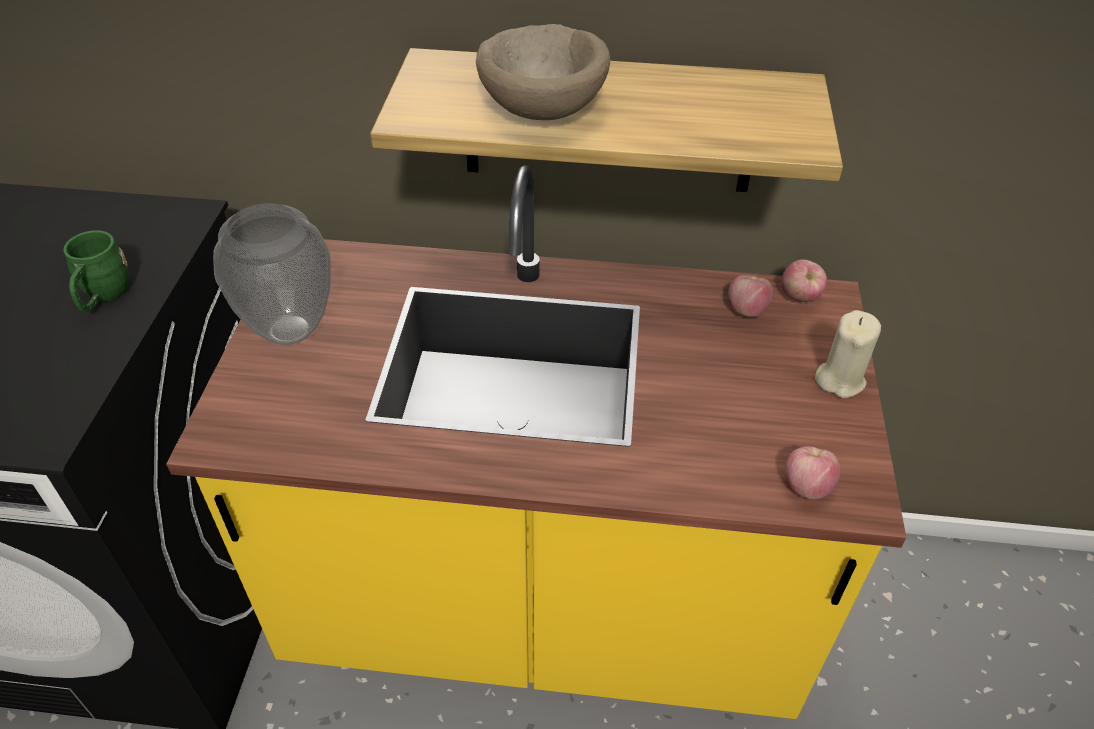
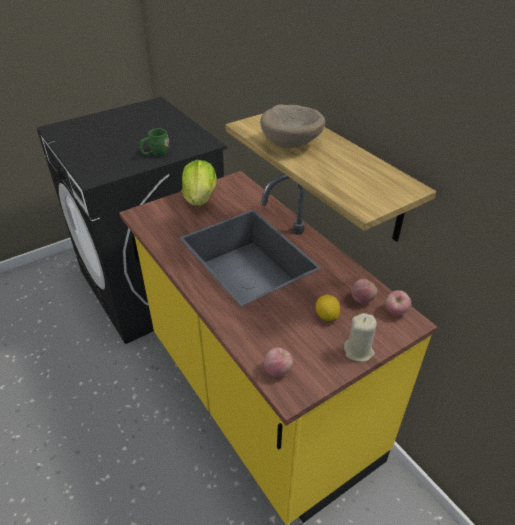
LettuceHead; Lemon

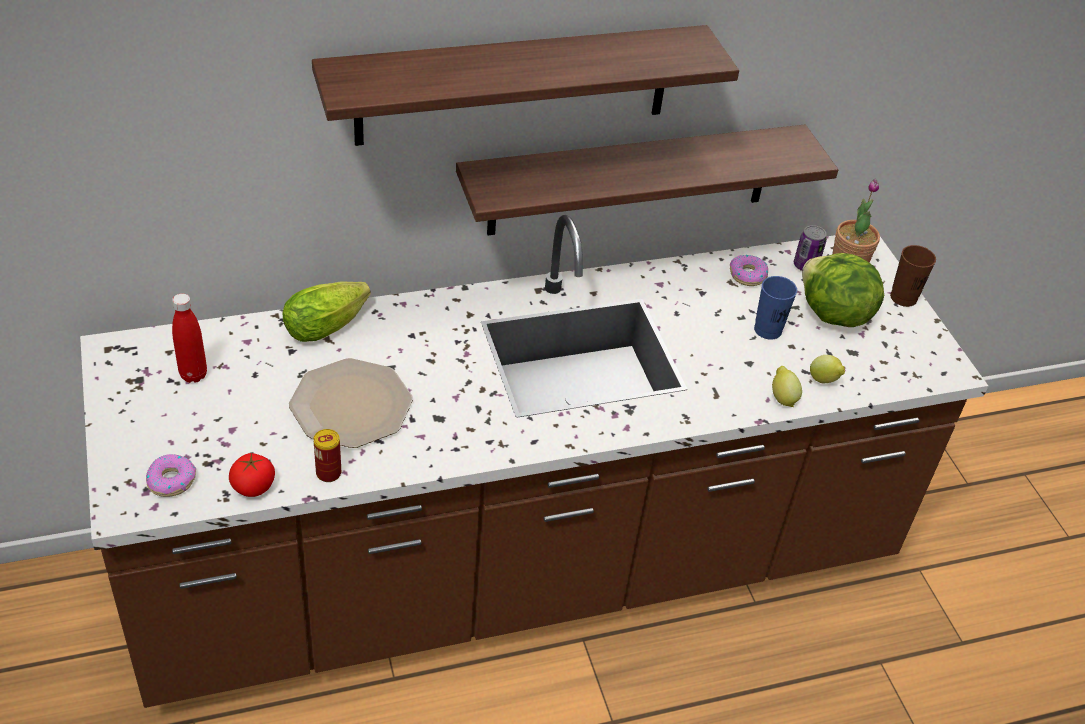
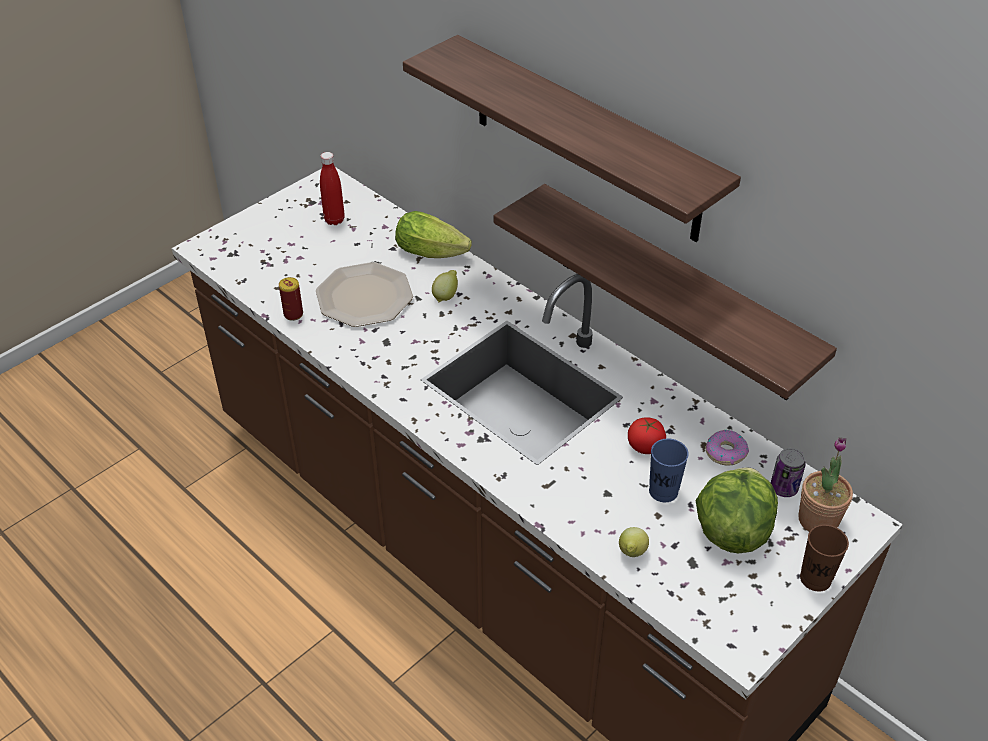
Lemon (1st from left); FreshTomato; Donut (1st from left in the first image)

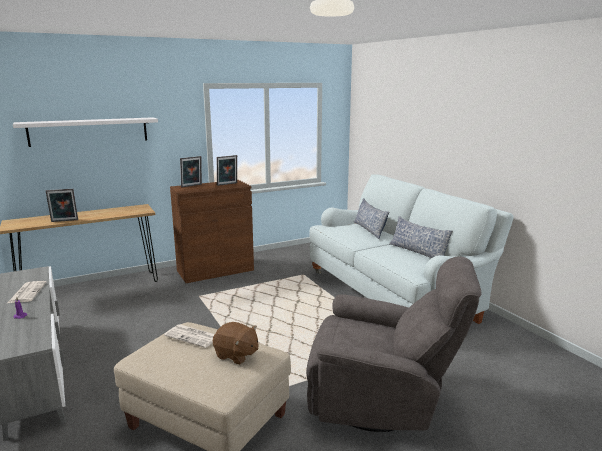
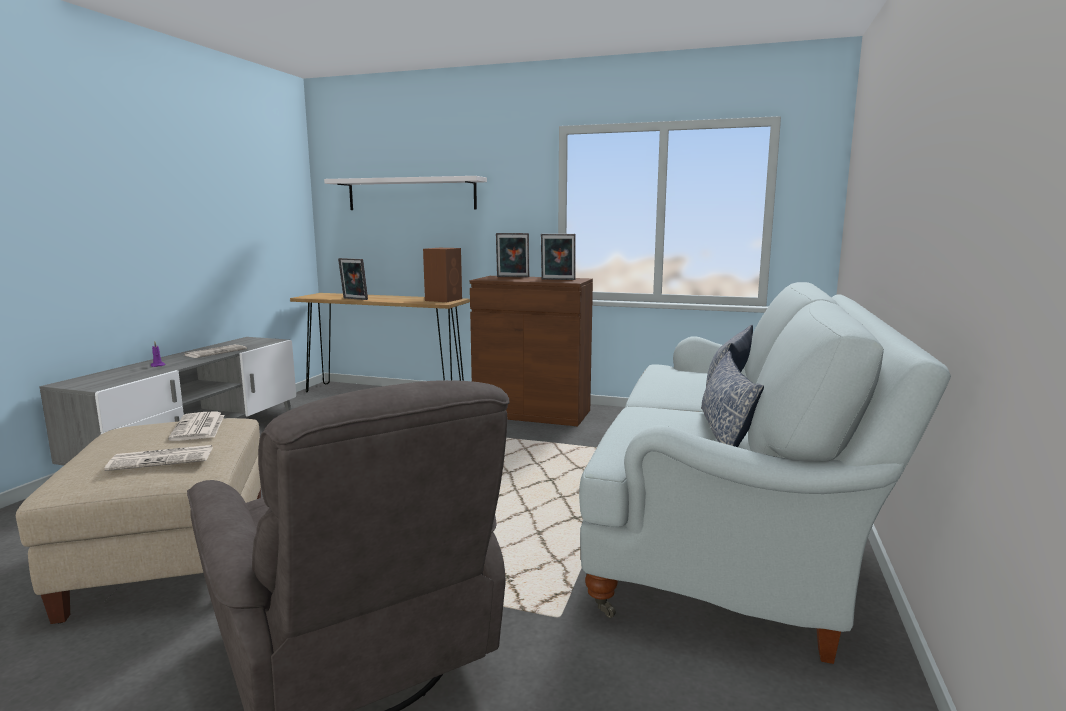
DailyPaper (1st from left); BrownishSpeaker

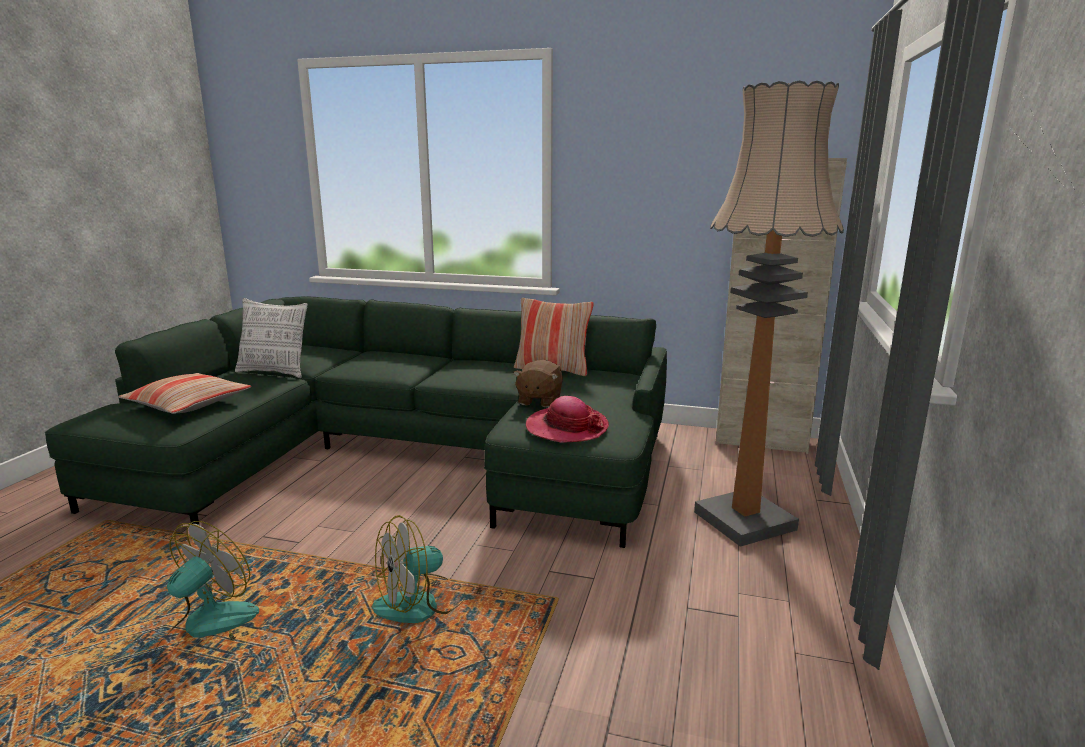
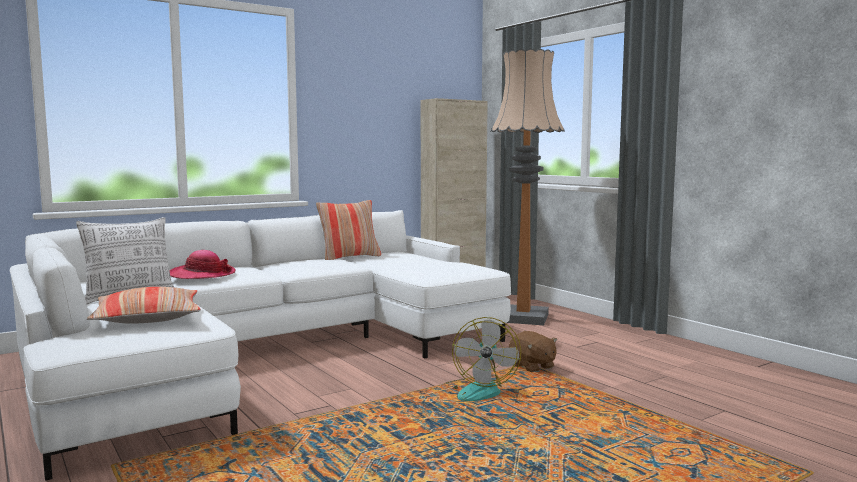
WhitishSettee; Hat; BrownishCuddlyToy; CoolingFan (1st from left in the first image)

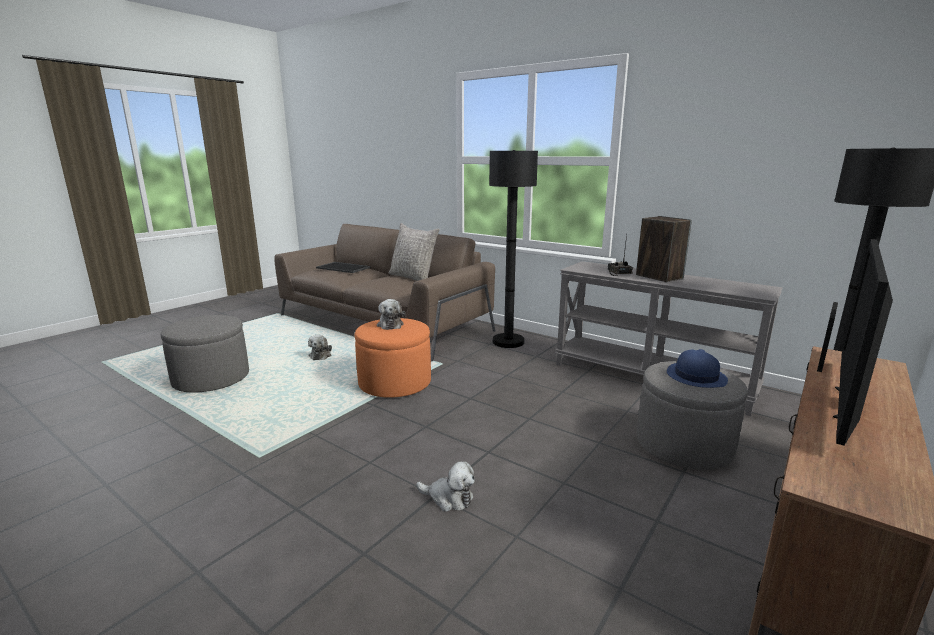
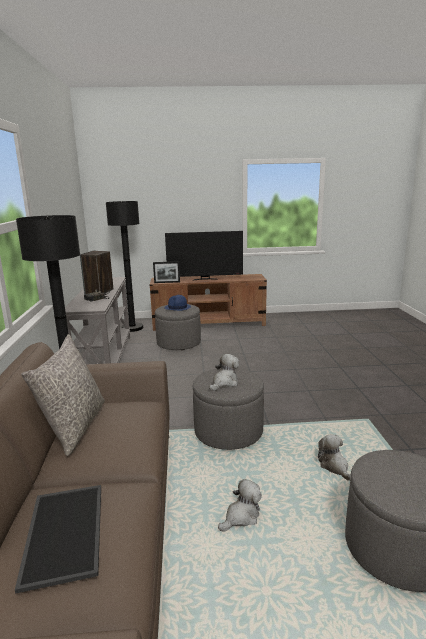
GreyishOttoman (2nd from left); CuddlyToy (3rd from left)

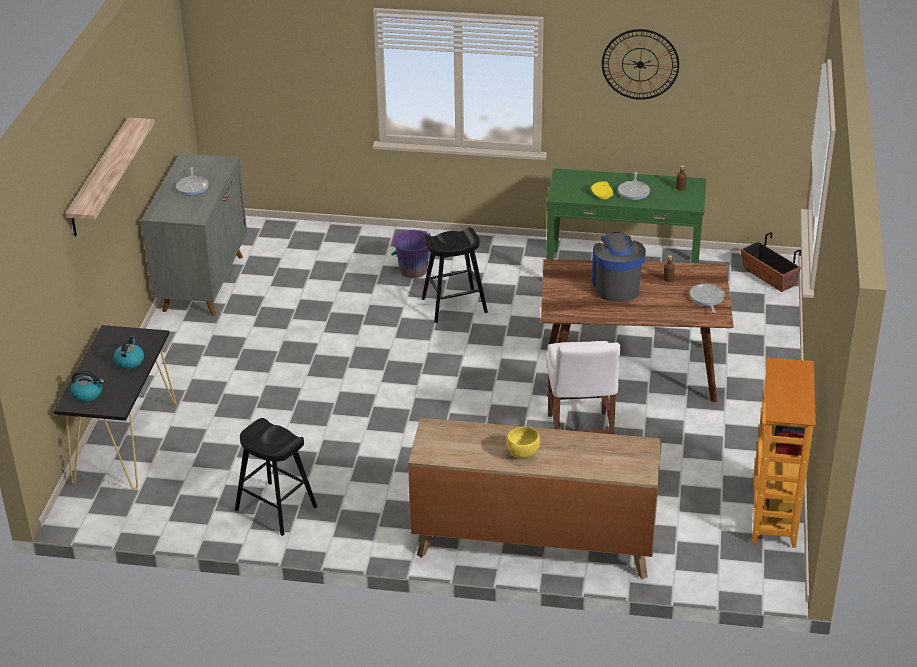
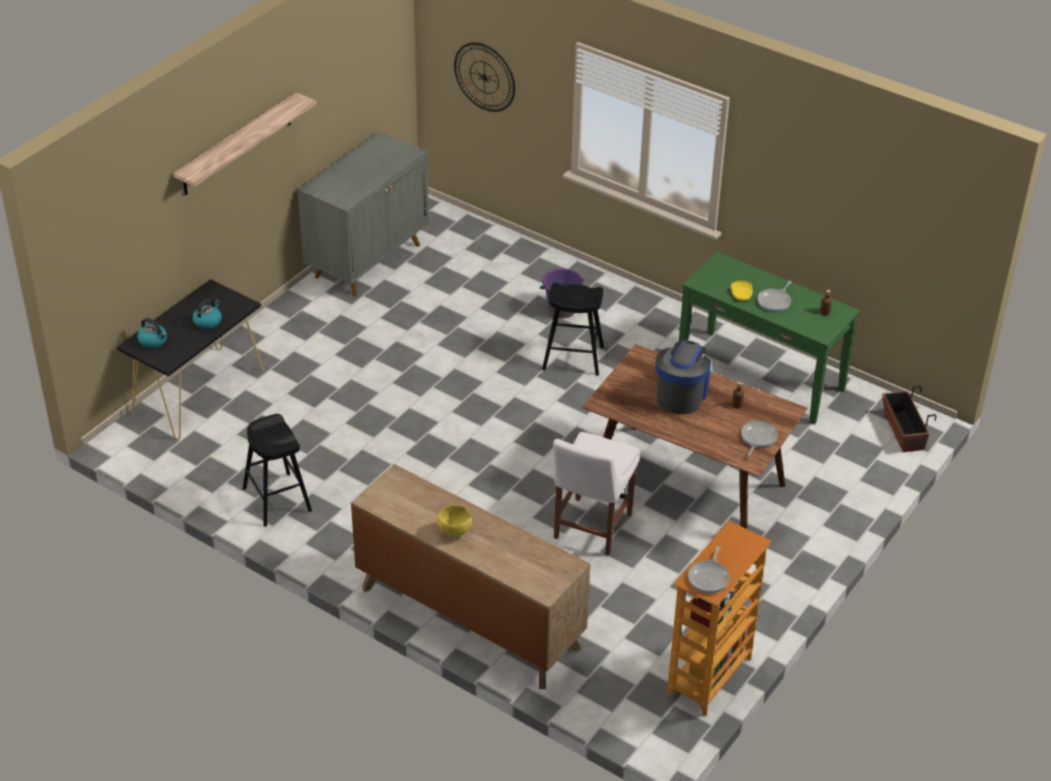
WallClock; Pan (1st from left)

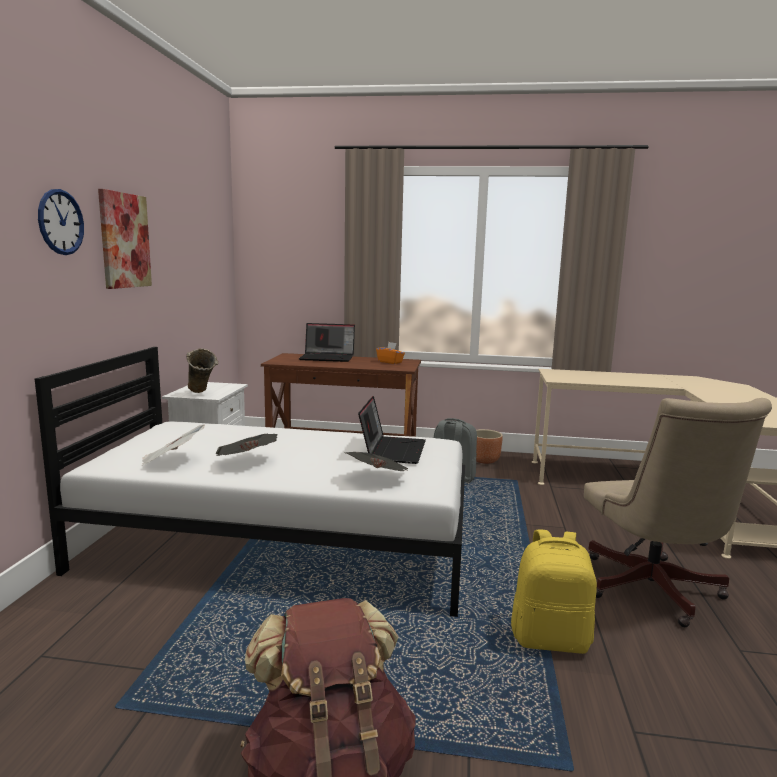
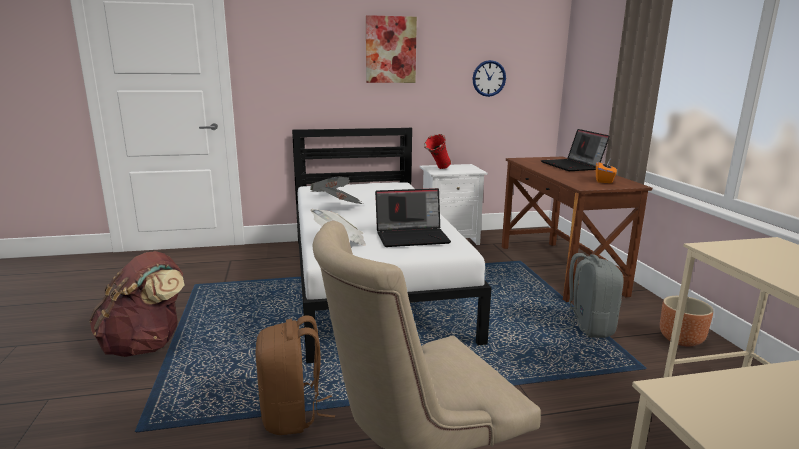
BrownishRucksack (2nd from left); RedDecorativeVase; WallClock

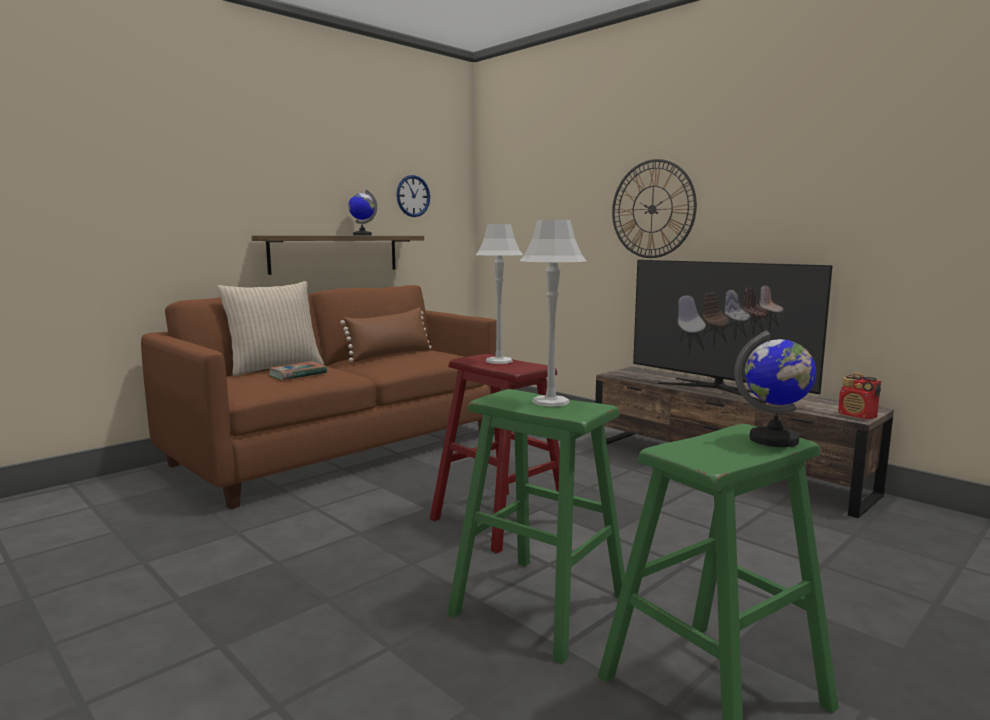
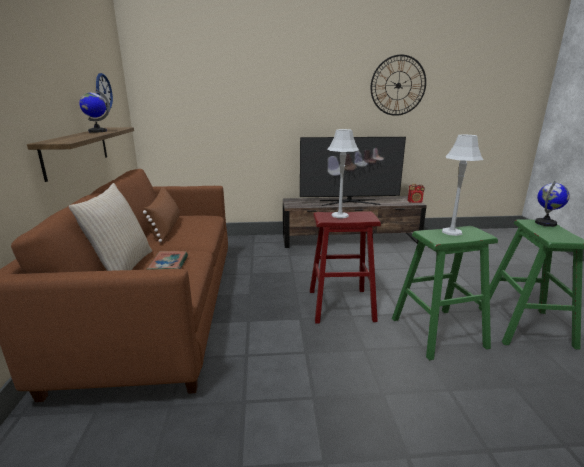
WallClock (2nd from left)

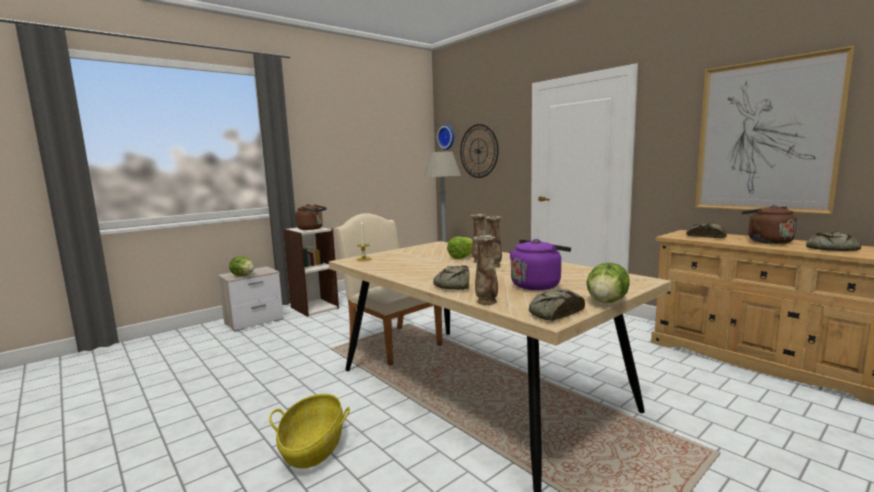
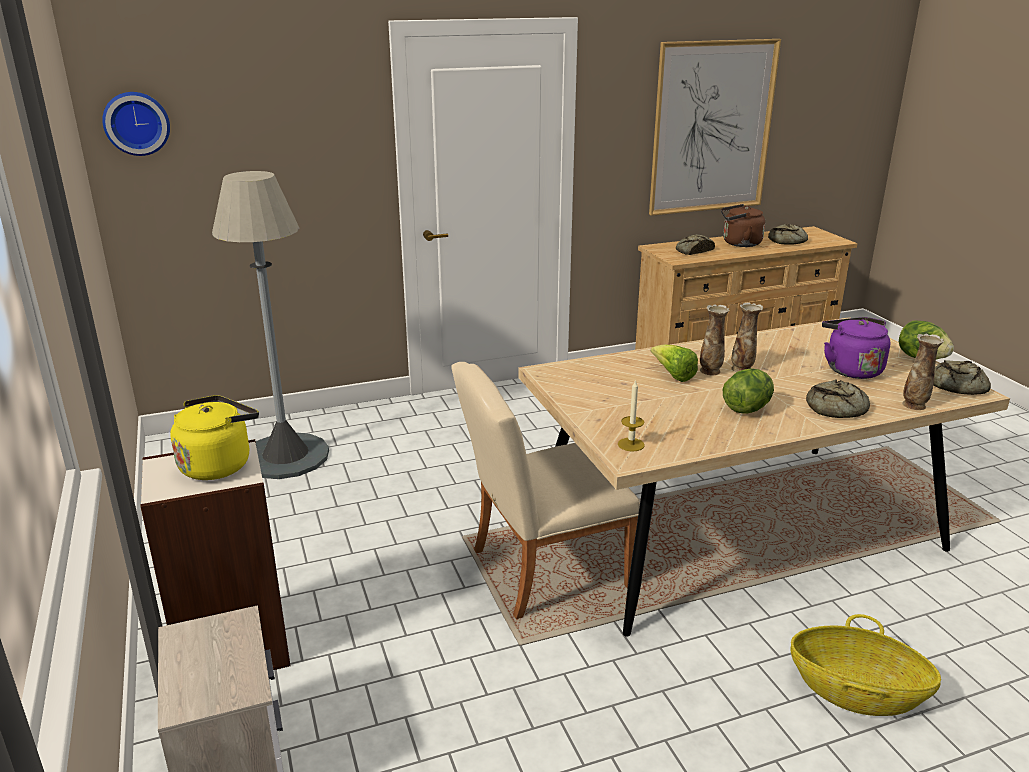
YellowColouredTeaKettle; LettuceHead (2nd from left); WallClock (2nd from left in the first image)

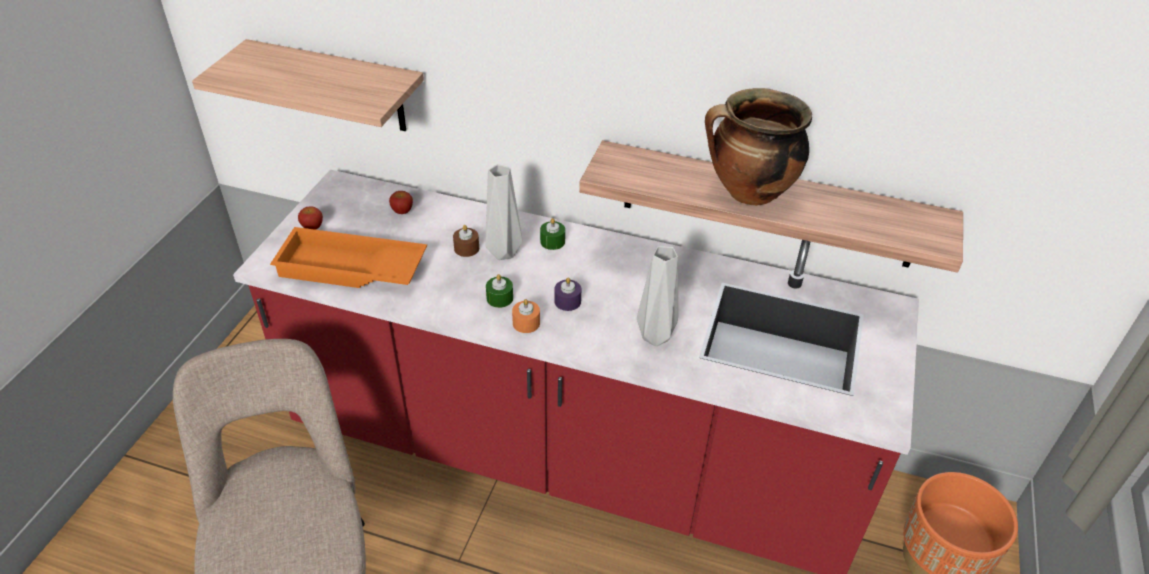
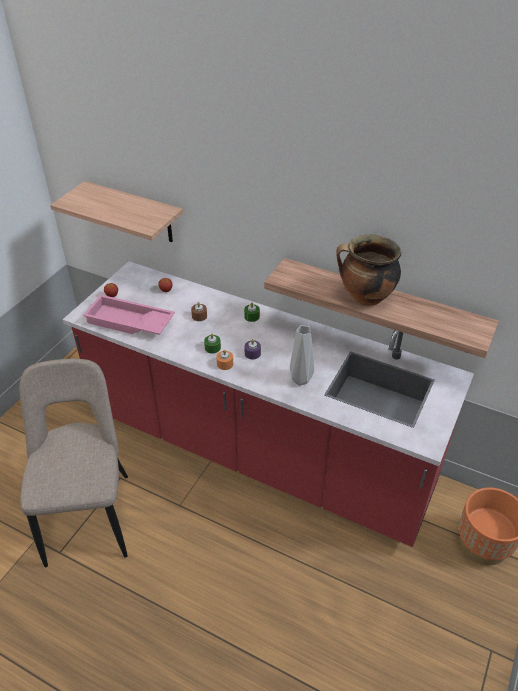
PinkColouredCarryingTray; GreyishDecorativeVase (1st from left in the first image)

